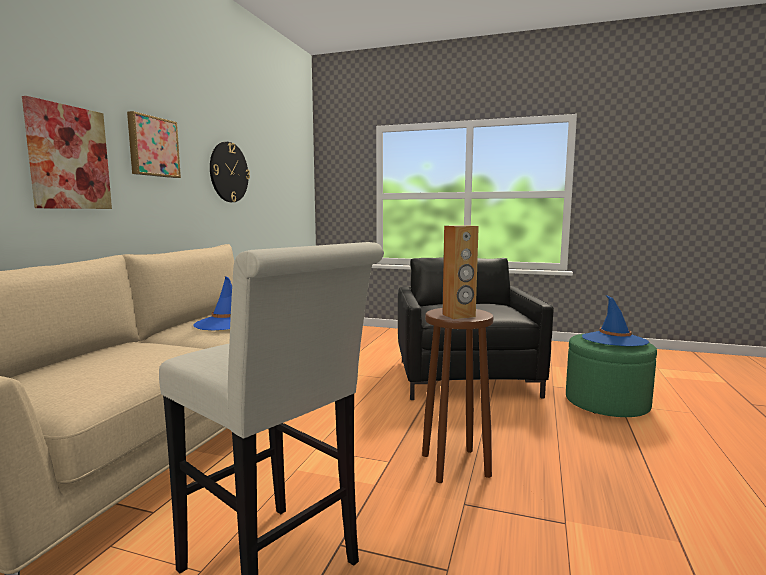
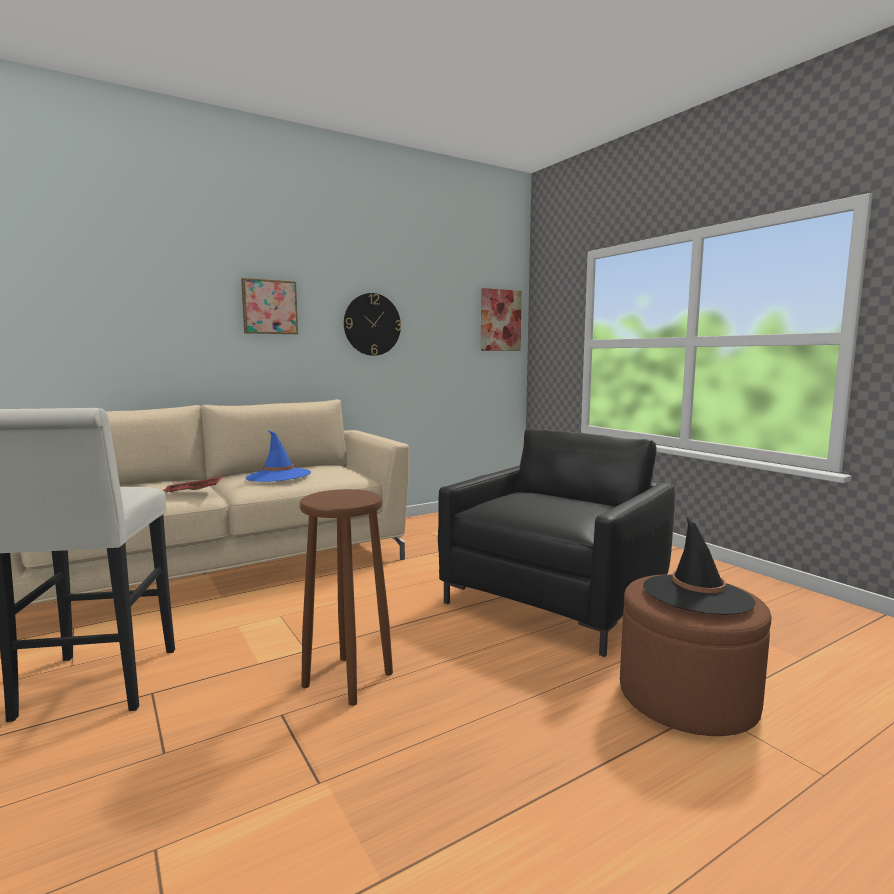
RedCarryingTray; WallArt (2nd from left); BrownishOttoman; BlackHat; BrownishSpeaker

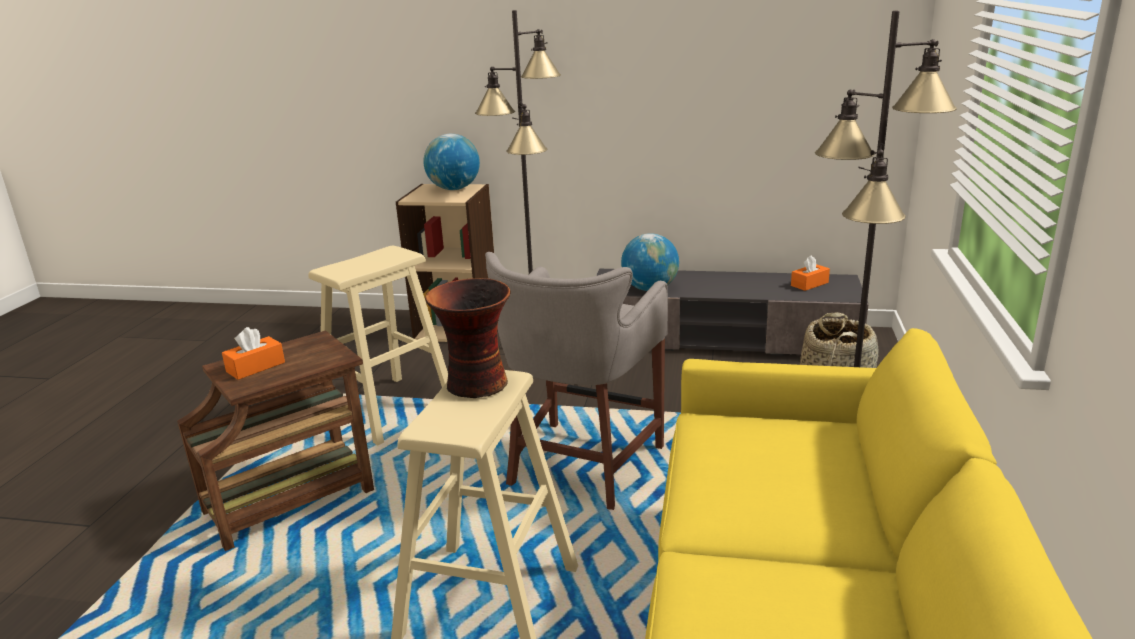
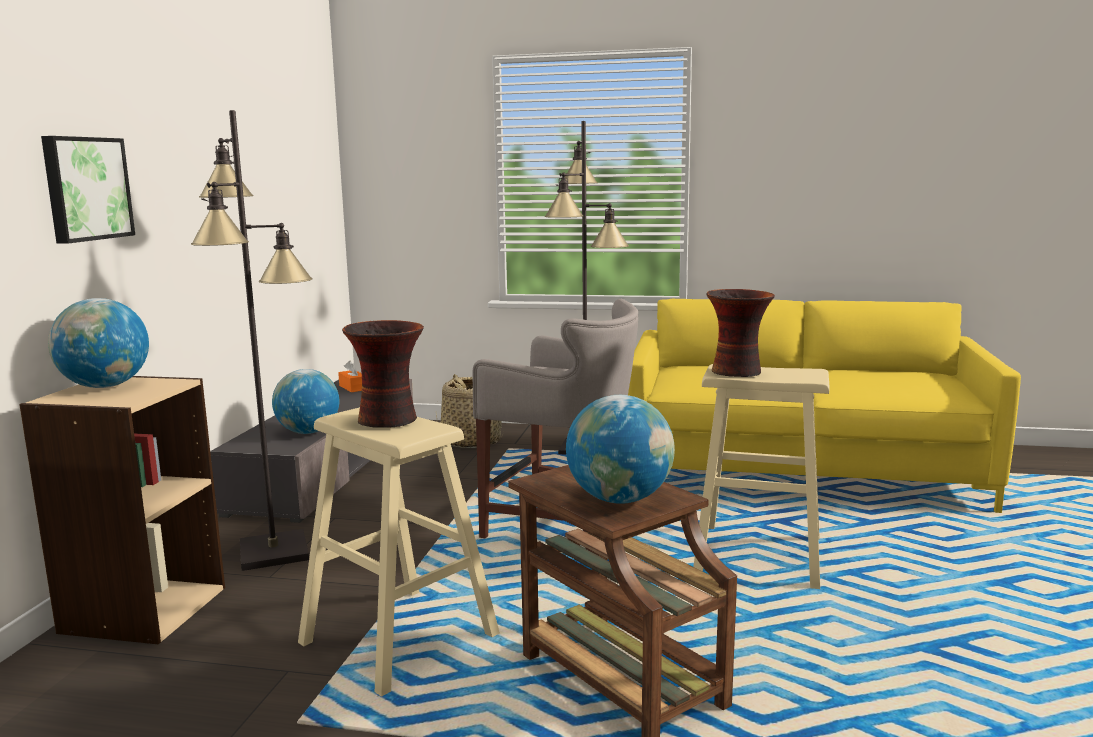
WallArt; DecorativeVase (1st from left); WorldGlobe (3rd from left)

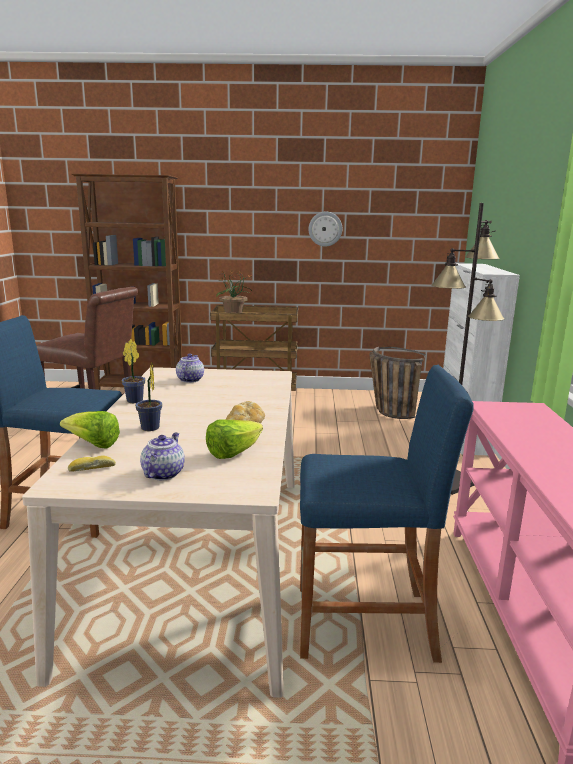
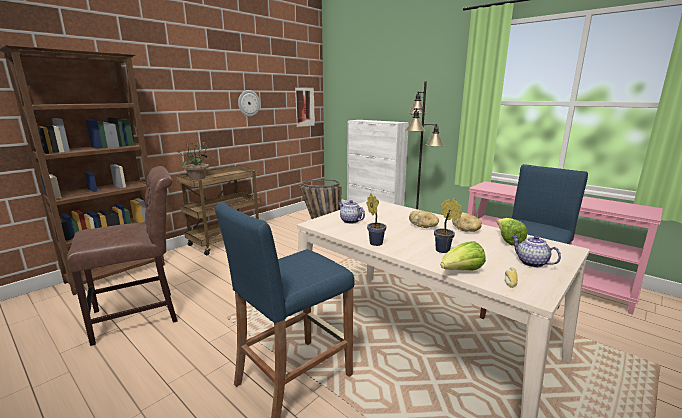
WallArt; BakedBread (1st from left)

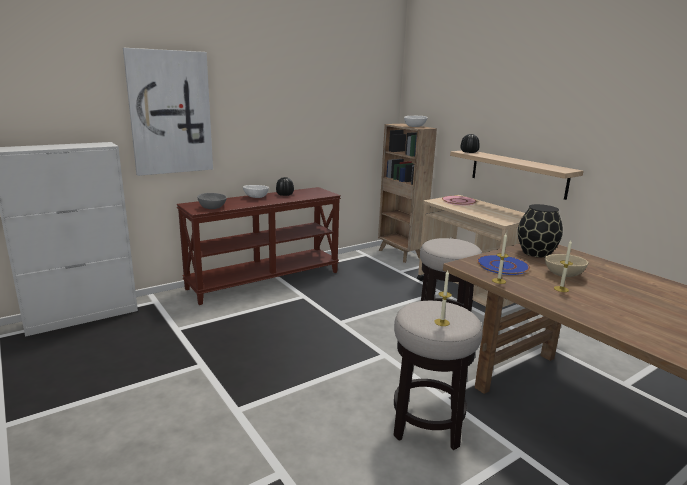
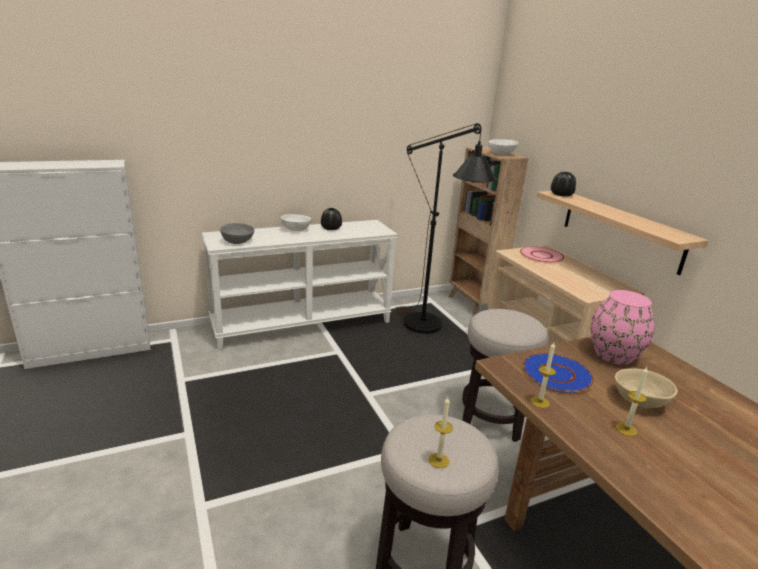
WhitishHallTable; BlackStandardLamp; PinkColouredDecorativeVase; WallArt

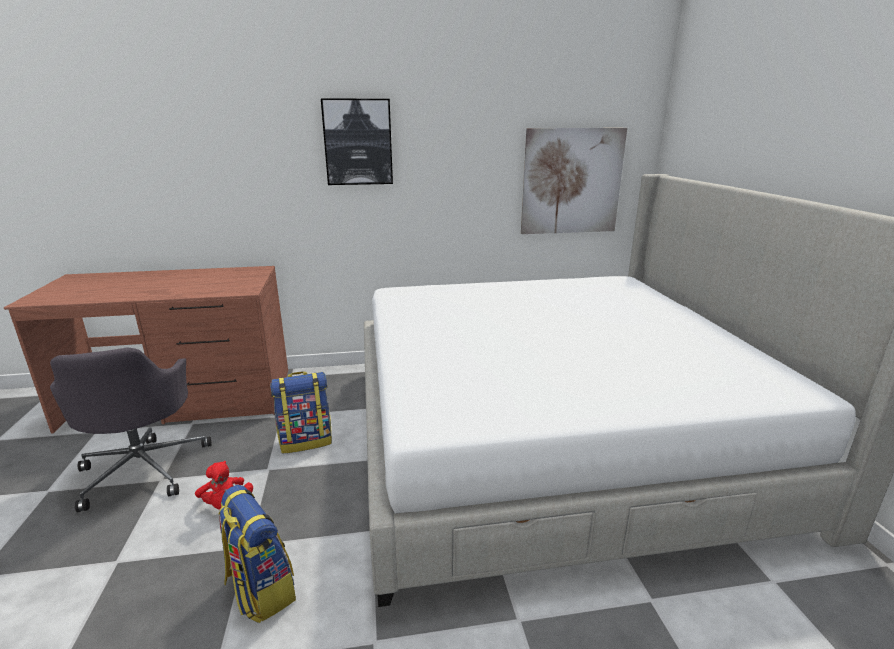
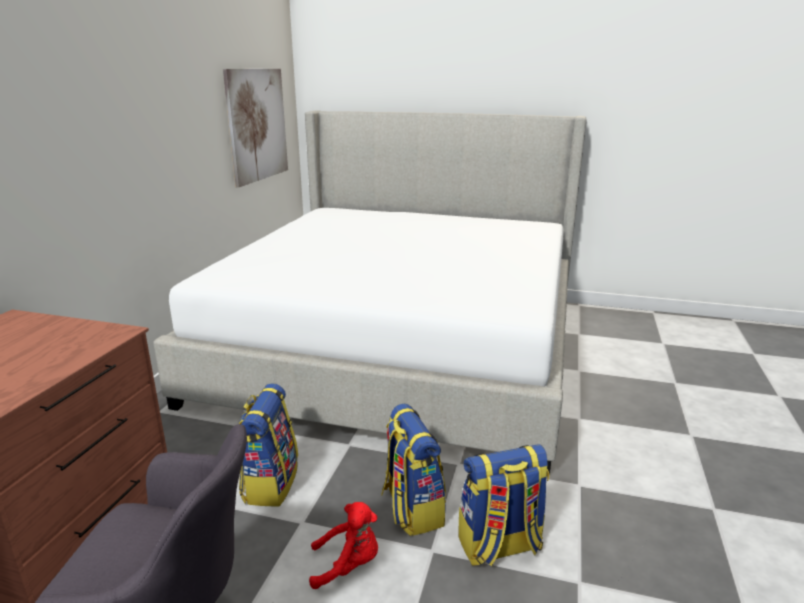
Rucksack (2nd from left); WallArt (1st from left in the first image)

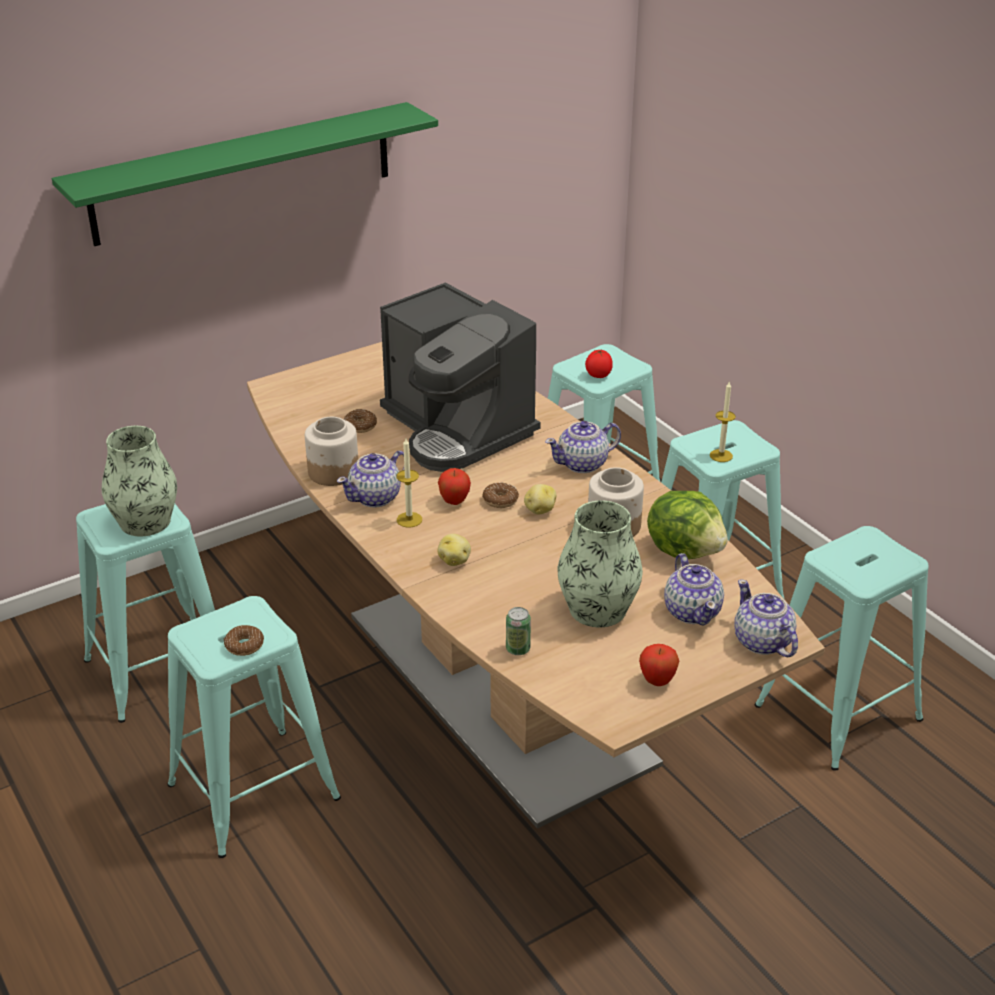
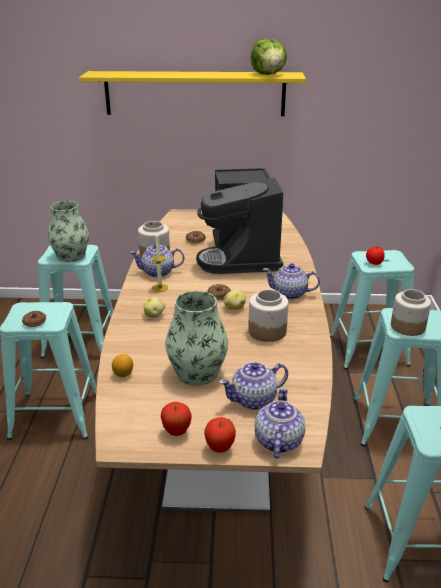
YellowColouredShelf; Lemon; WholeApple (2nd from left); PotForTea (2nd from left); LettuceHead; PreserveJar (3rd from left)

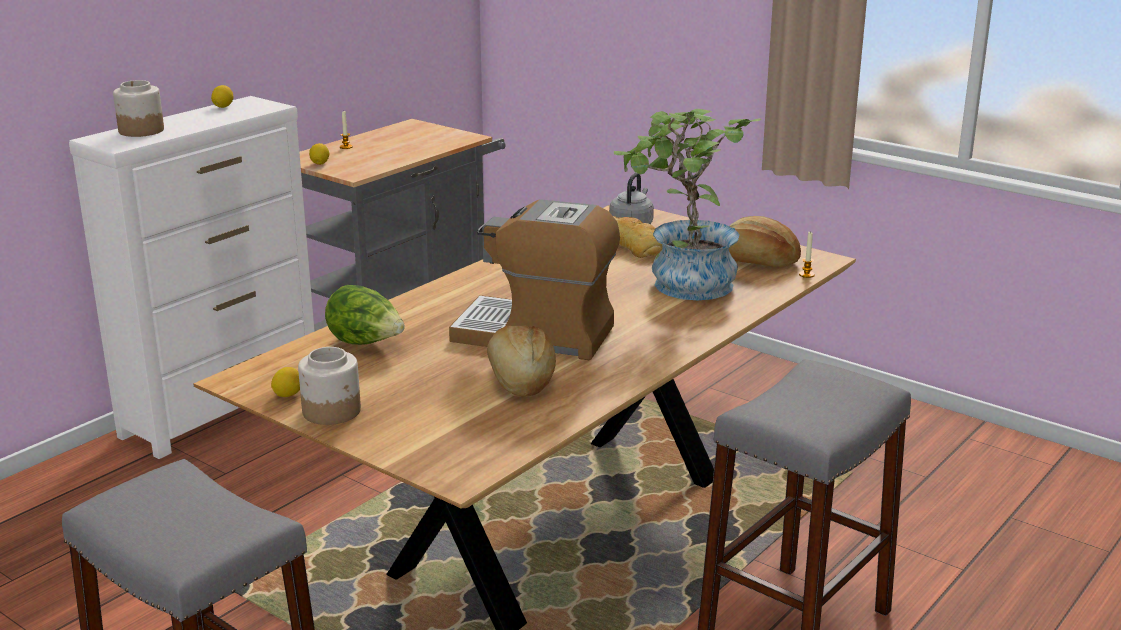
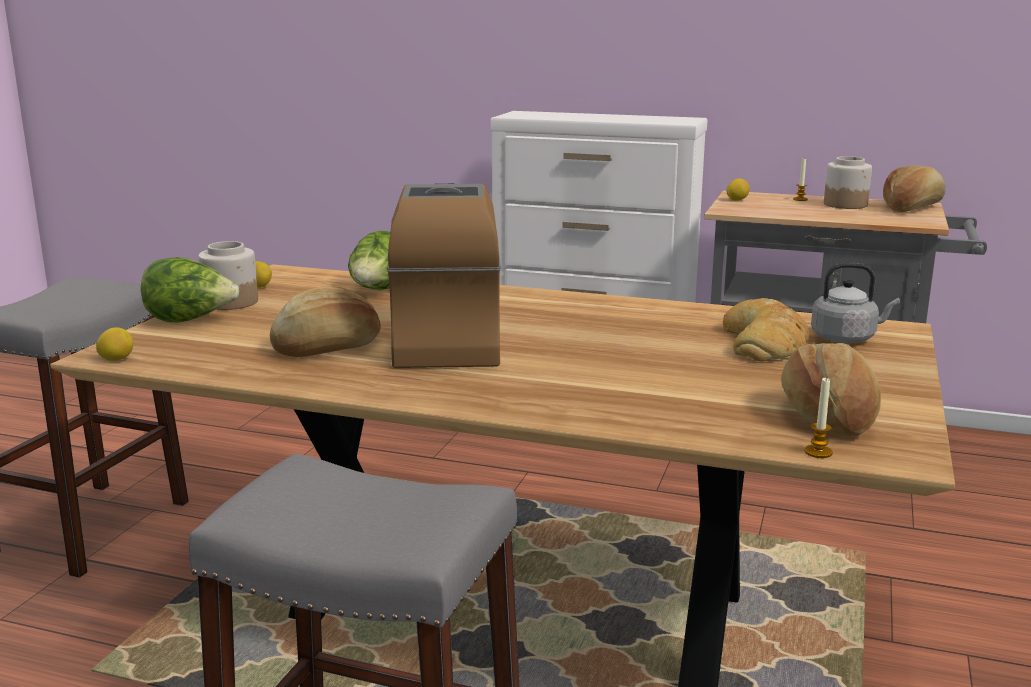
Lemon (1st from left); LettuceHead (1st from left); PreserveJar (2nd from left); BakedBread (4th from left); Houseplant

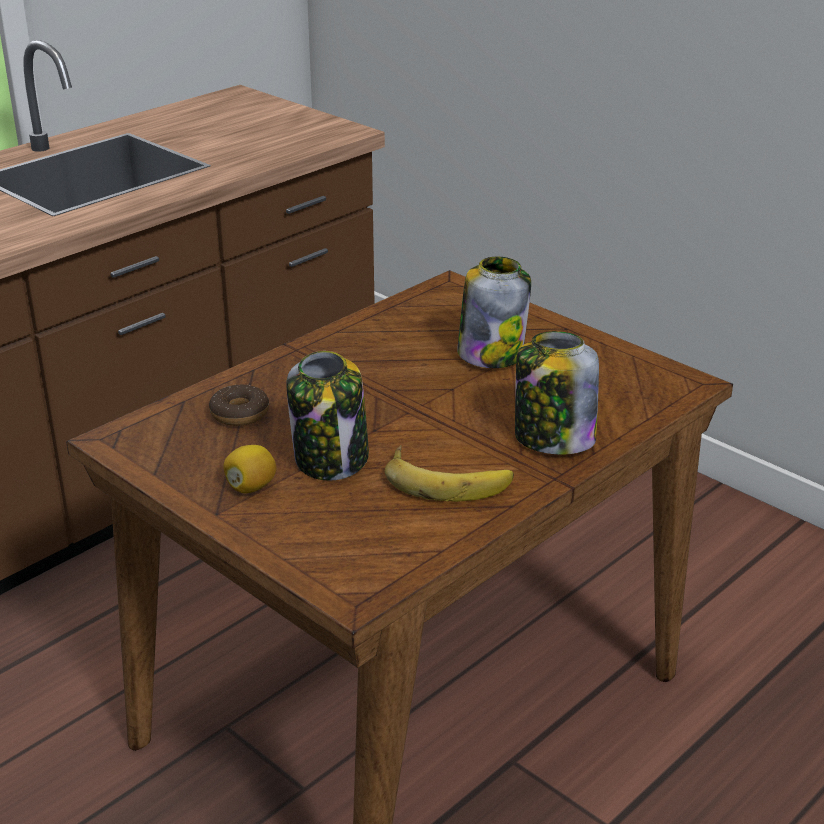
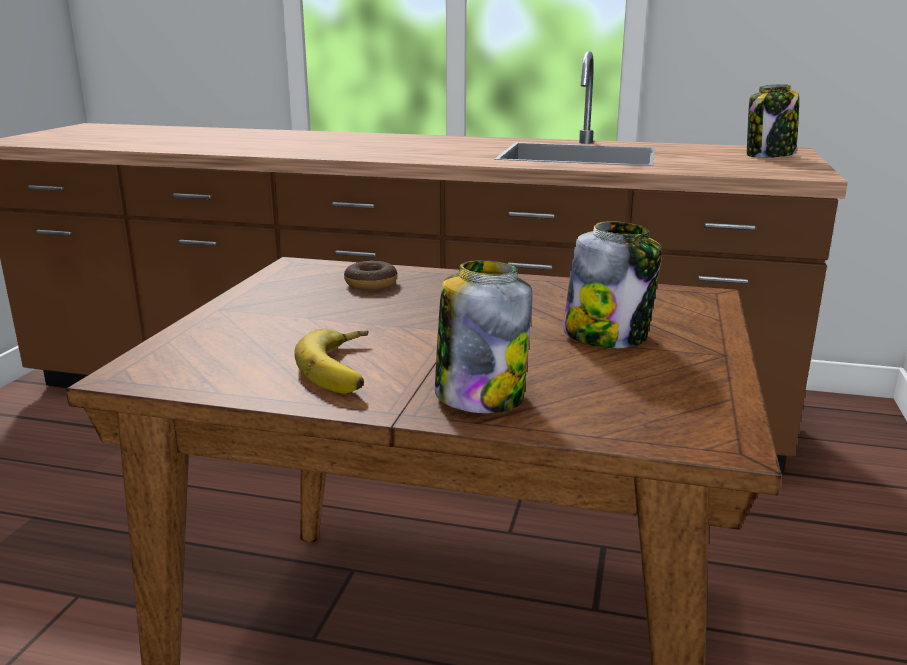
PreserveJar (3rd from left); Lemon

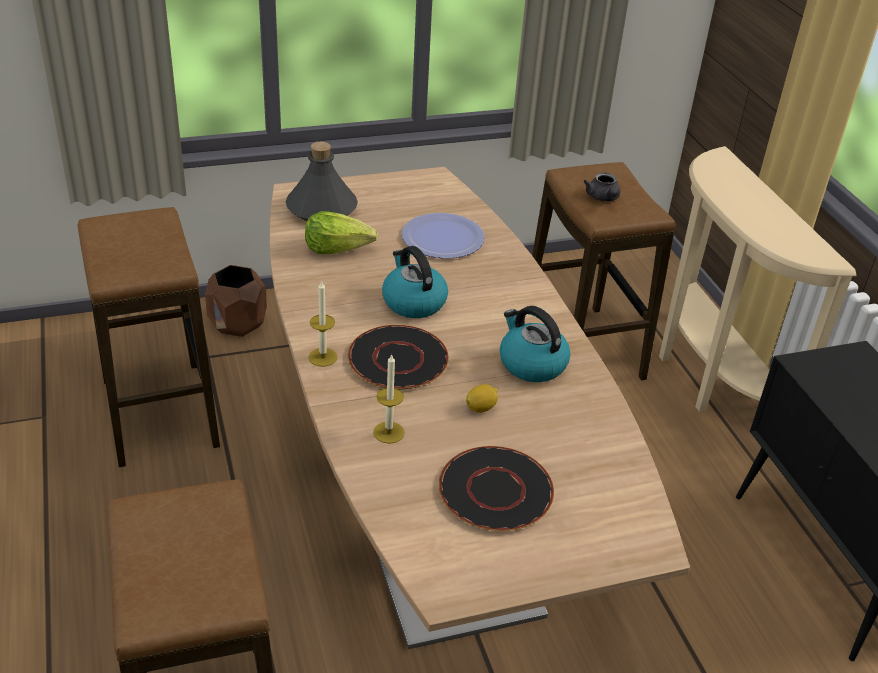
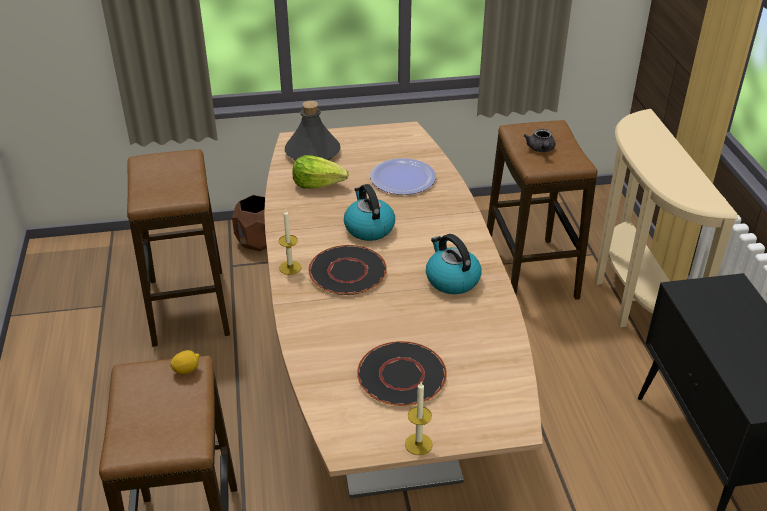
Lemon; Candle (2nd from left)

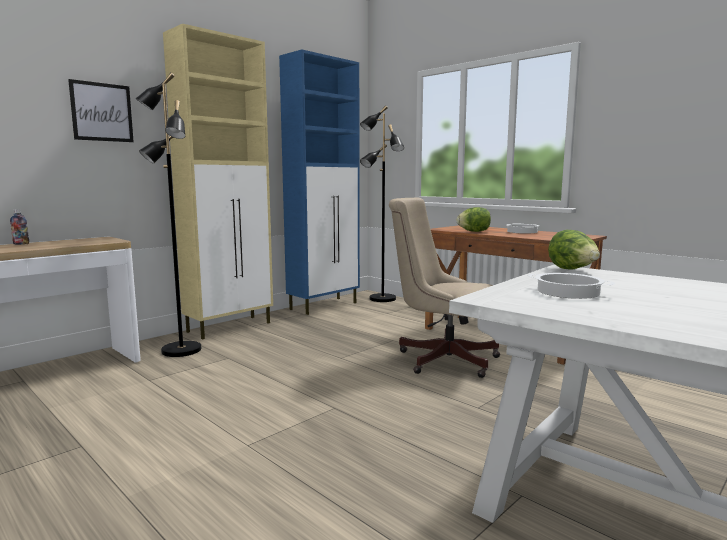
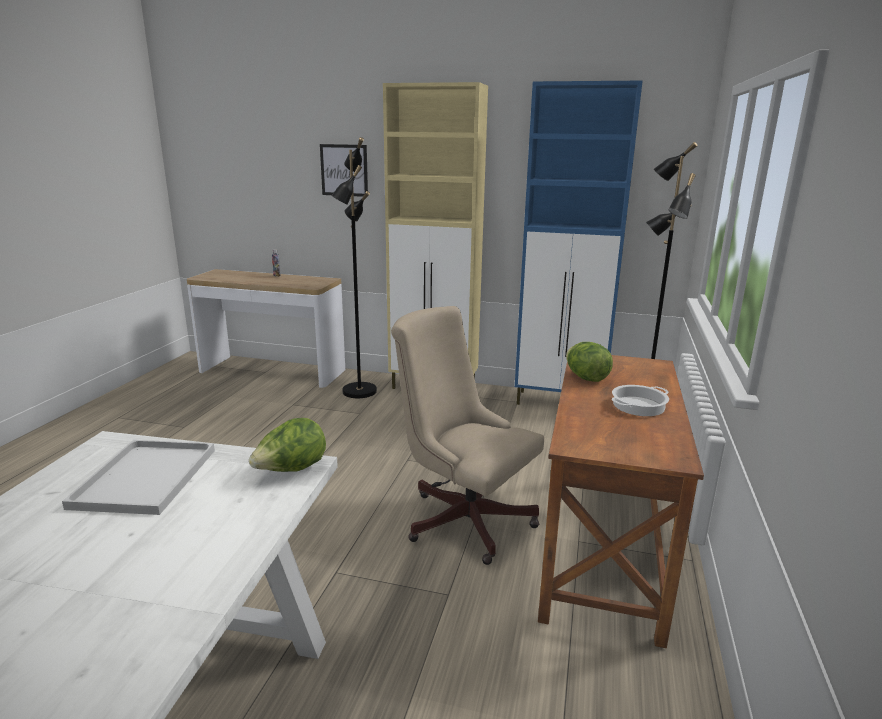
WhitishCarryingTray; BeigeColouredDeskChair

